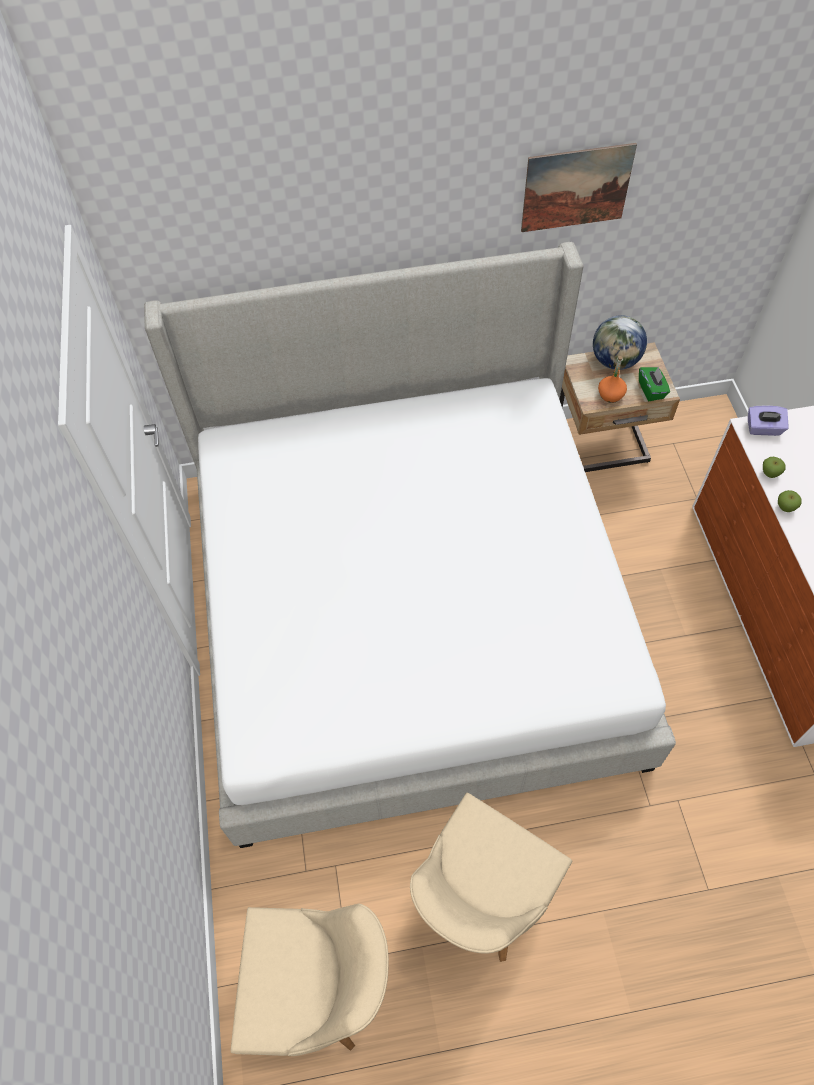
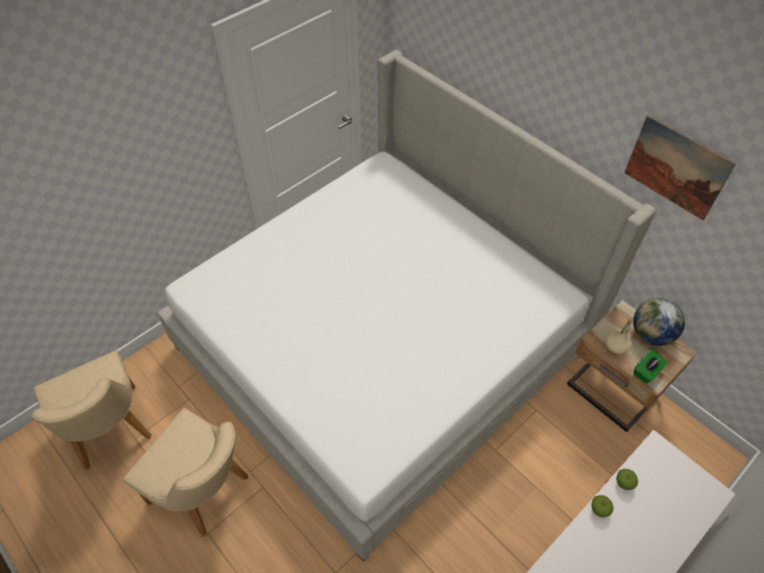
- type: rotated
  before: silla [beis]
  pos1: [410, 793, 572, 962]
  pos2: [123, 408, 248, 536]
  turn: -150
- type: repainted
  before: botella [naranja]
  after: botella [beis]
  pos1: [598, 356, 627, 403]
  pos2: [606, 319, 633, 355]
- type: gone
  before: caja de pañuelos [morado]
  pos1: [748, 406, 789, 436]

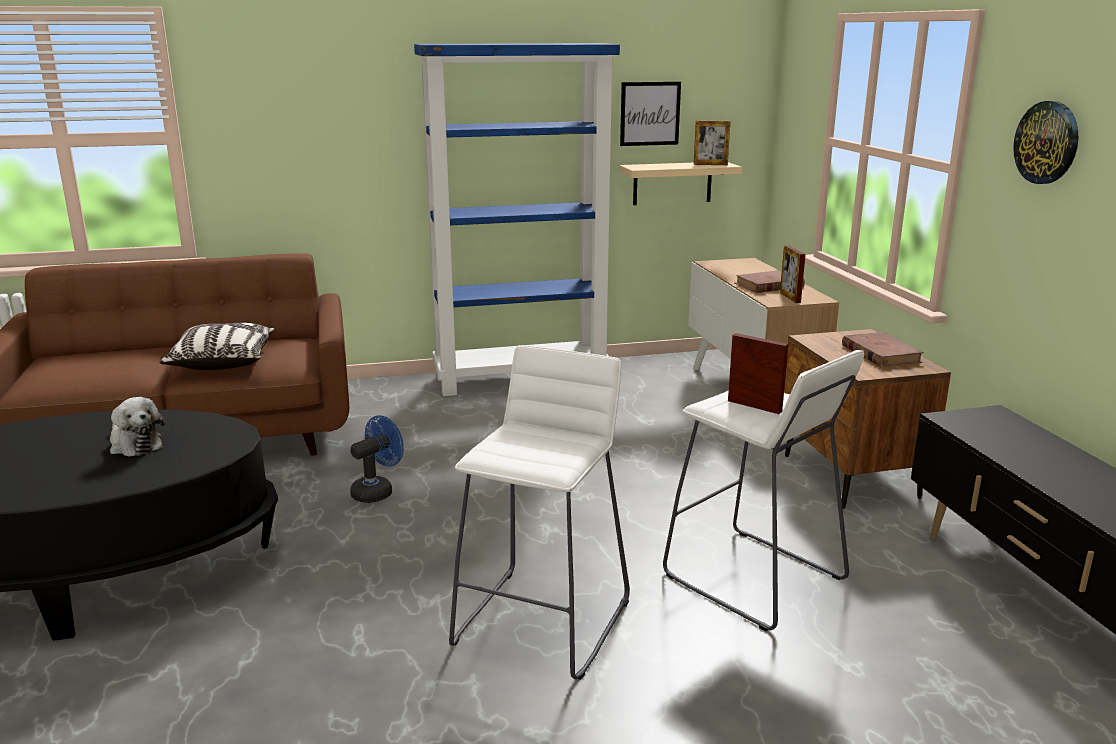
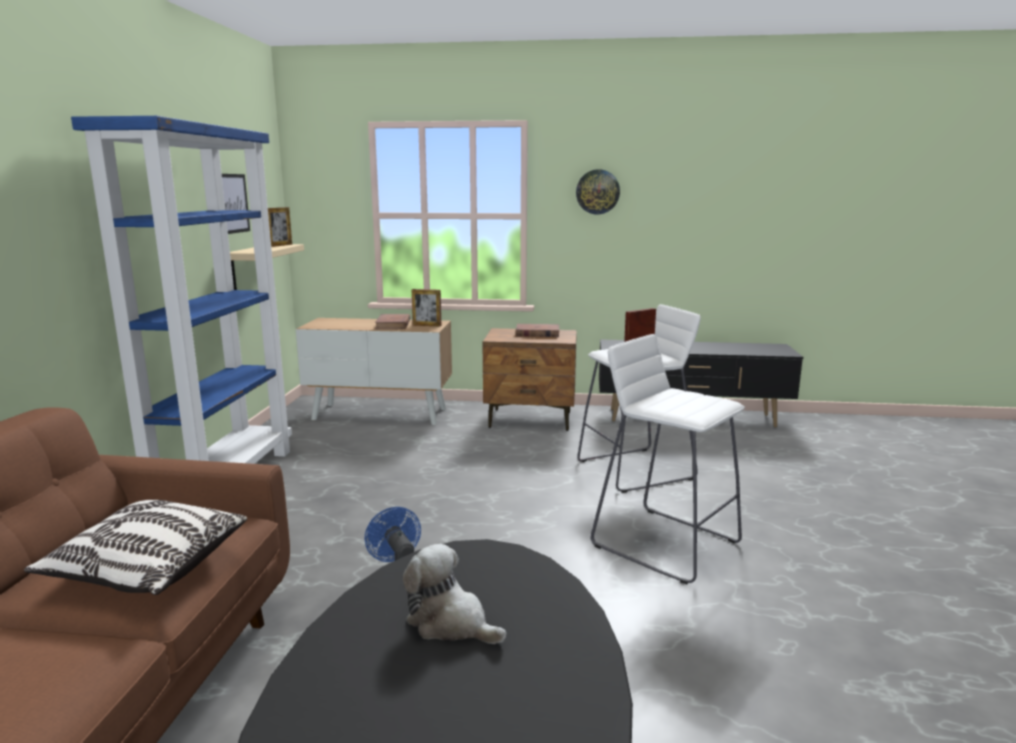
- type: rotated
  before: peluche
  pos1: [110, 397, 165, 456]
  pos2: [403, 544, 507, 644]
  turn: -120

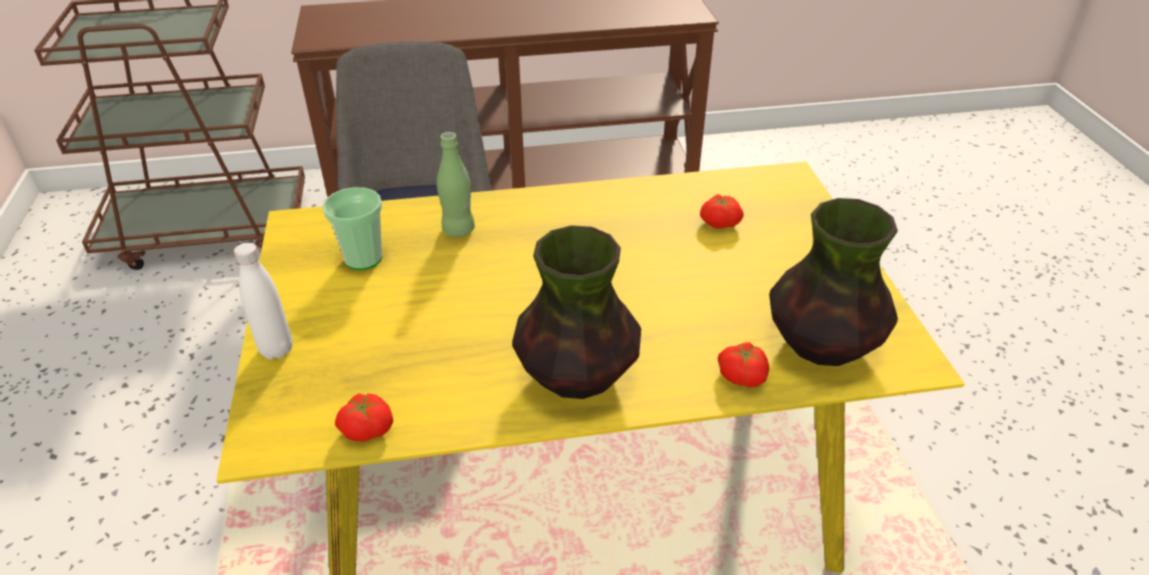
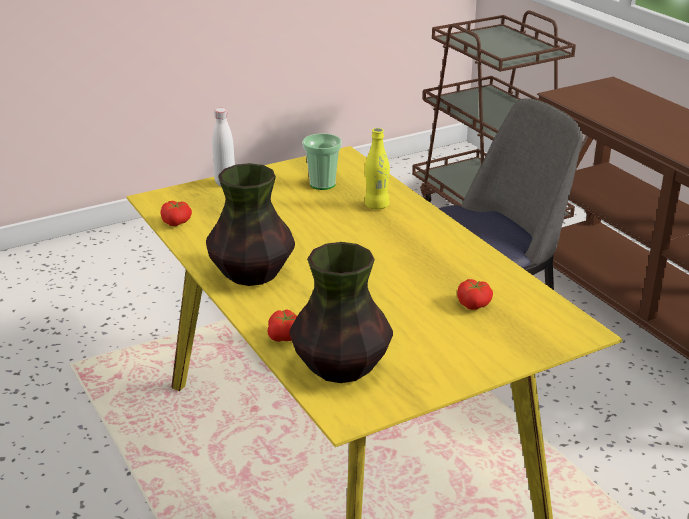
- type: repainted
  before: botella [verde]
  after: botella [amarillo]
  pos1: [437, 132, 475, 237]
  pos2: [365, 128, 390, 210]

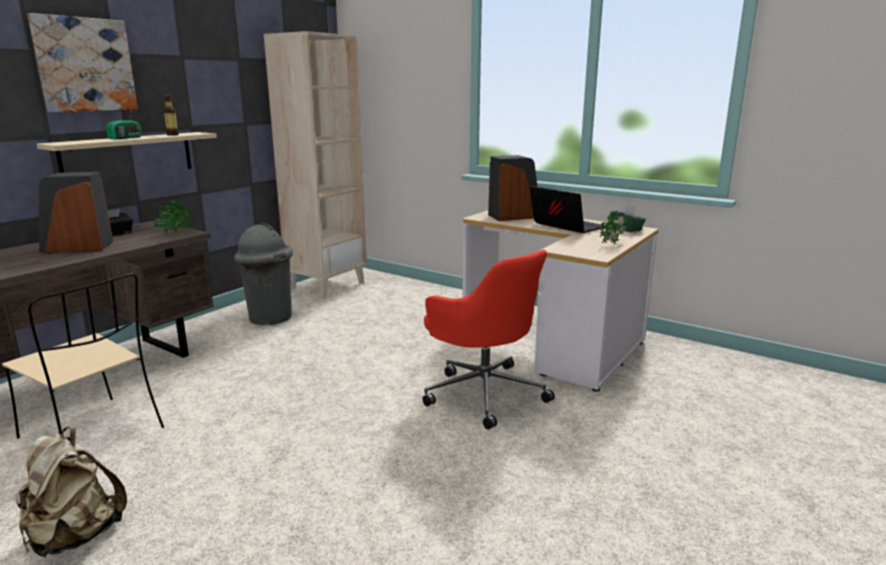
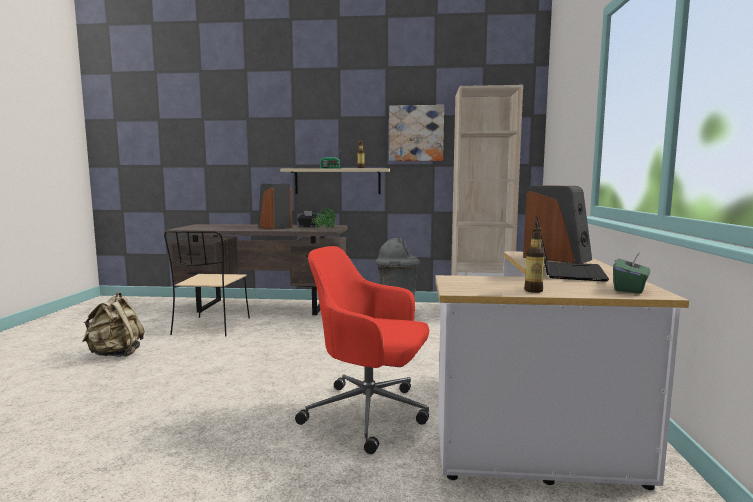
- type: rotated
  before: silla de oficina [rojo]
  pos1: [422, 250, 555, 429]
  pos2: [295, 246, 429, 454]
  turn: 90
- type: shifted
  before: cuadro
  pos1: [27, 13, 138, 112]
  pos2: [389, 105, 444, 161]
- type: swapped
  before: planta en maceta
  after: botella
  pos1: [599, 211, 628, 245]
  pos2: [524, 227, 545, 293]

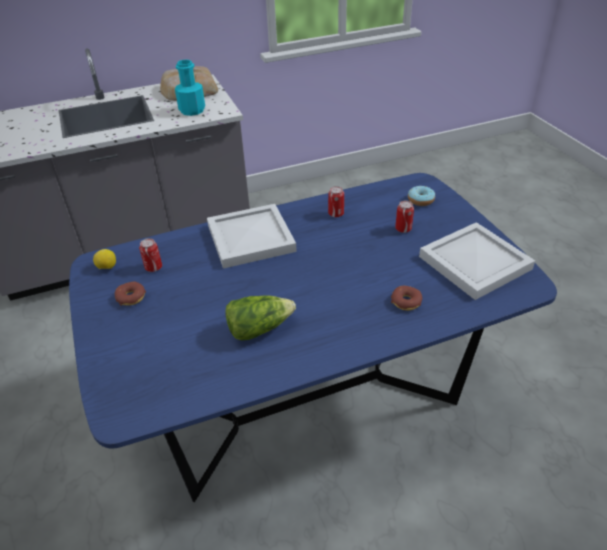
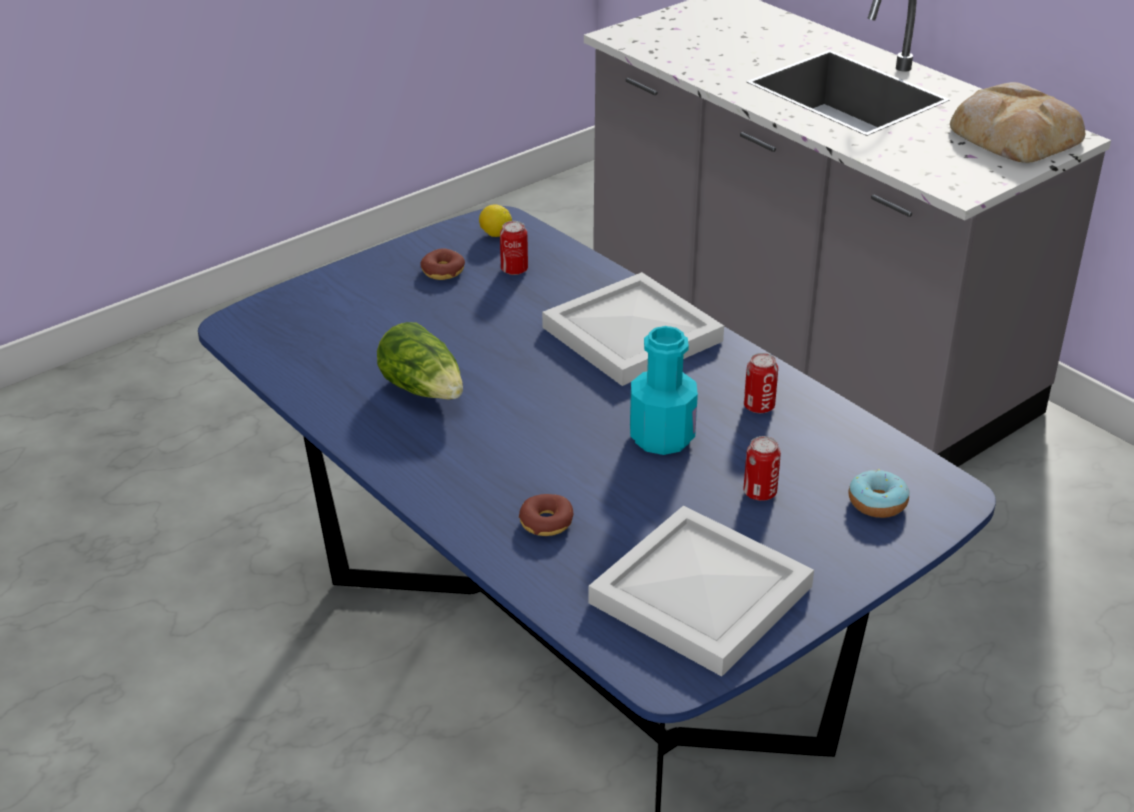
- type: shifted
  before: botella [turquesa]
  pos1: [175, 60, 205, 116]
  pos2: [630, 326, 698, 455]

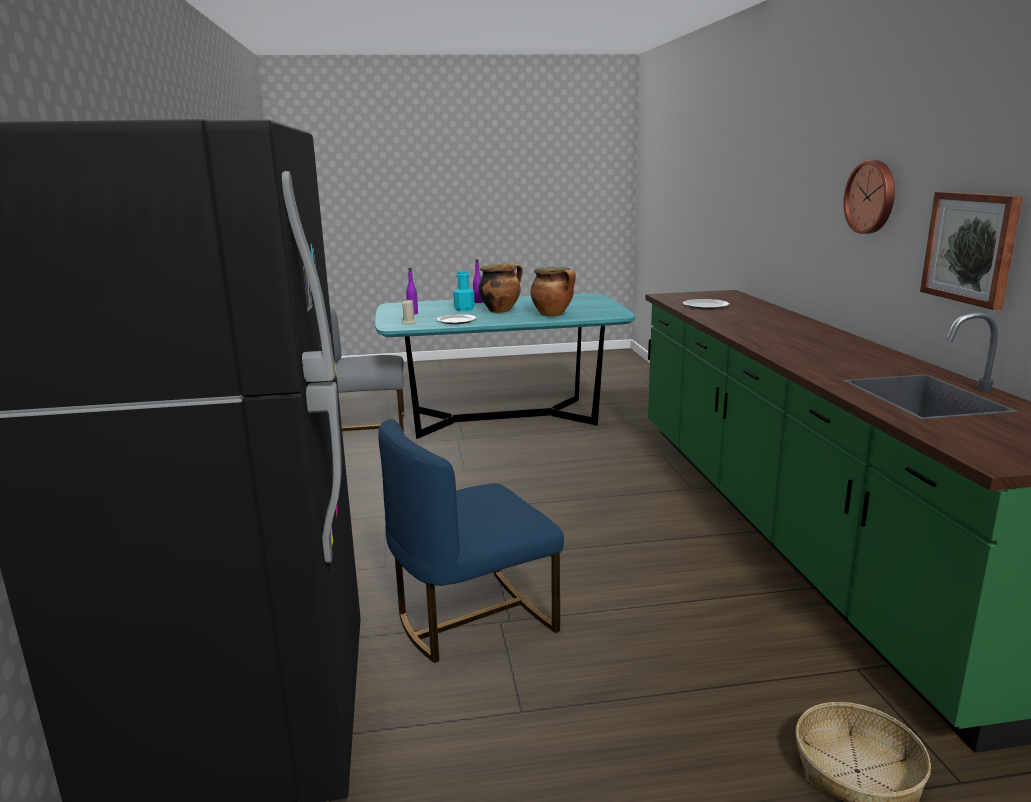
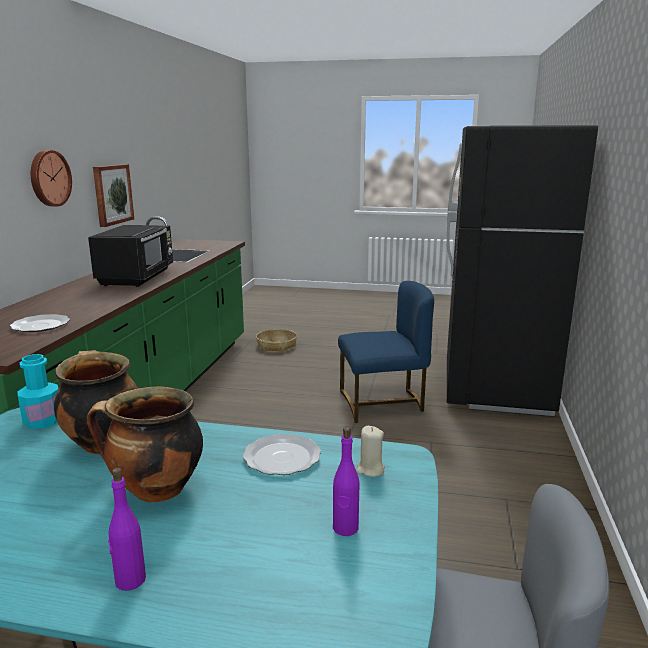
- type: shifted
  before: botella [turquesa]
  pos1: [453, 271, 475, 311]
  pos2: [18, 354, 58, 429]
- type: new
  after: microondas [negro]
  pos2: [88, 225, 173, 287]

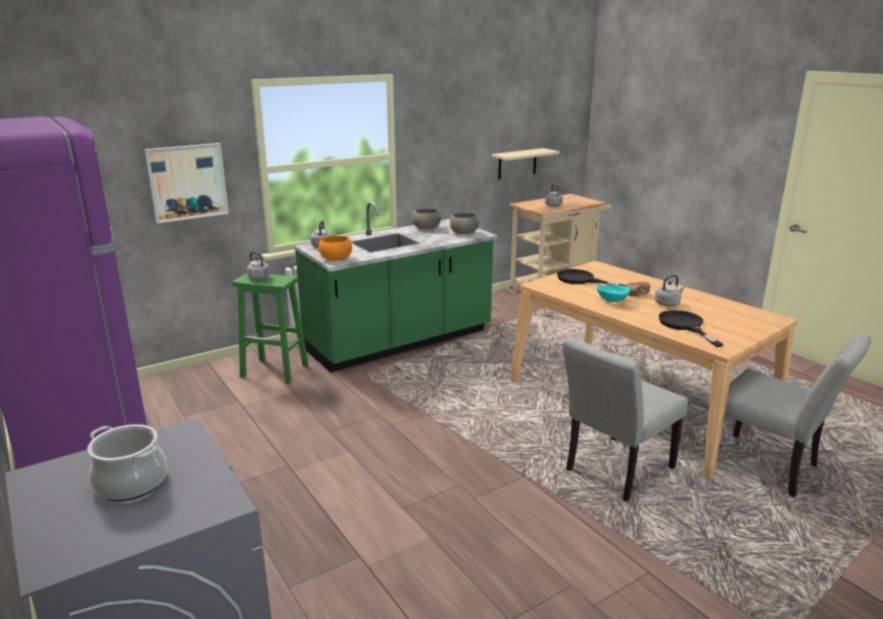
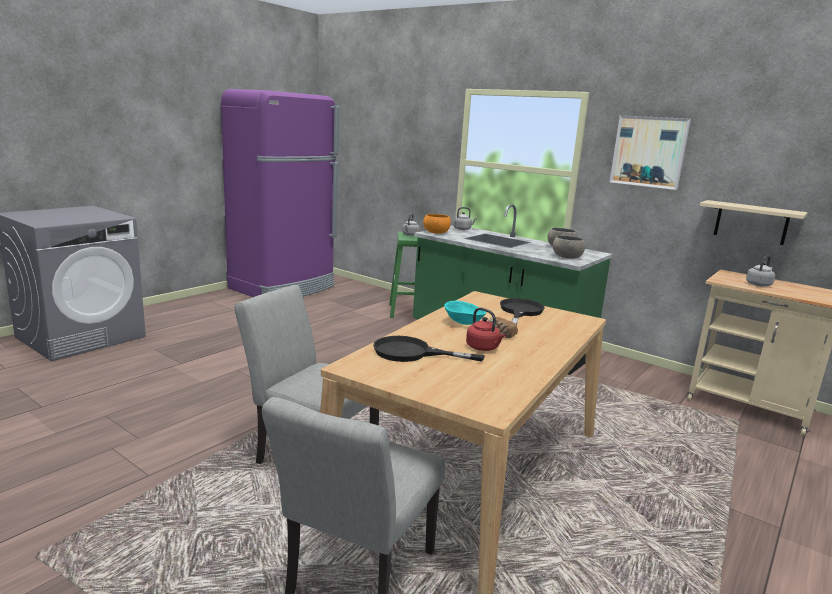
- type: rotated
  before: sartén [negro]
  pos1: [658, 310, 724, 347]
  pos2: [373, 336, 485, 362]
  turn: -135
- type: repainted
  before: hervidor [gris]
  after: hervidor [rojo]
  pos1: [655, 275, 685, 306]
  pos2: [466, 307, 506, 351]
- type: shifted
  before: cuadro
  pos1: [144, 143, 229, 224]
  pos2: [610, 115, 691, 190]
- type: gone
  before: olla
  pos1: [87, 424, 167, 501]

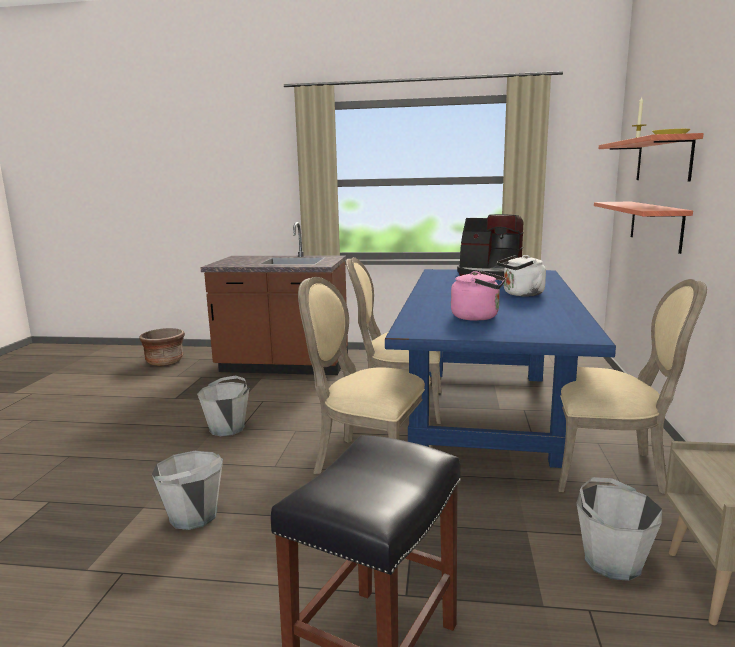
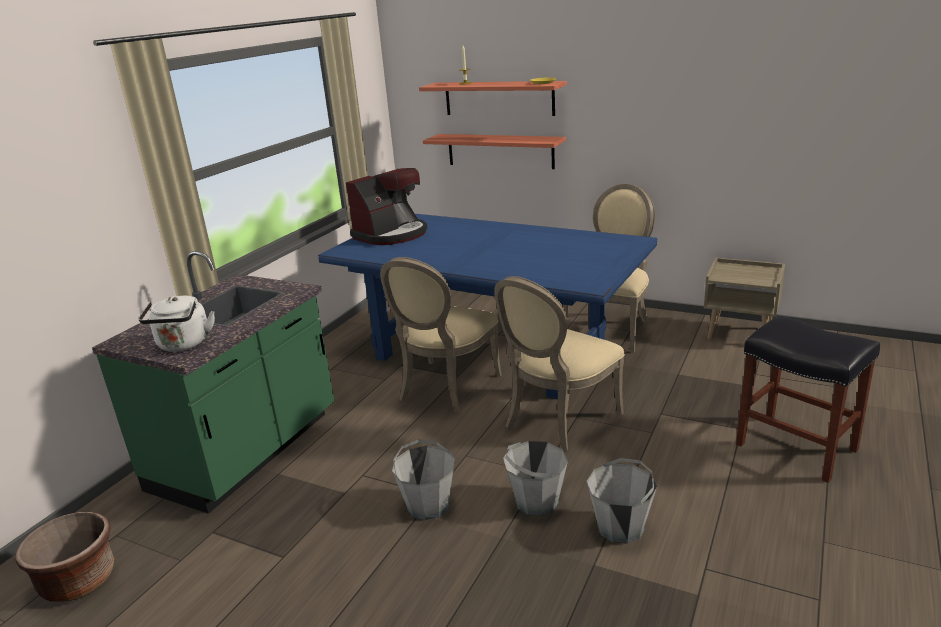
- type: repainted
  before: mueble bajo de cocina [marrón]
  after: mueble bajo de cocina [verde]
  pos1: [200, 222, 348, 375]
  pos2: [92, 251, 334, 514]
- type: shifted
  before: hervidor [blanco]
  pos1: [497, 255, 546, 296]
  pos2: [138, 296, 215, 352]
- type: shifted
  before: cubo [gris]
  pos1: [576, 477, 662, 581]
  pos2: [503, 441, 568, 516]
- type: gone
  before: hervidor [rosa]
  pos1: [451, 271, 506, 321]

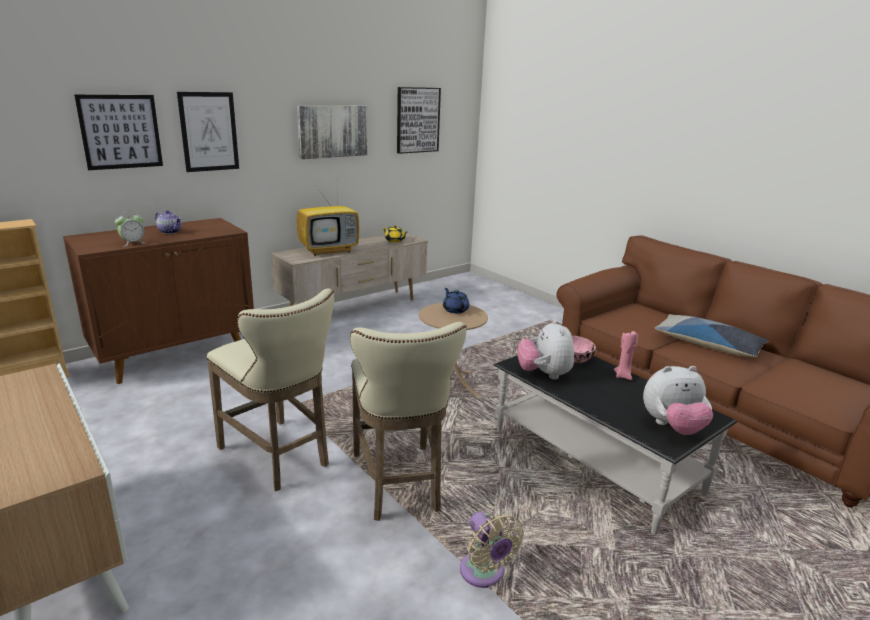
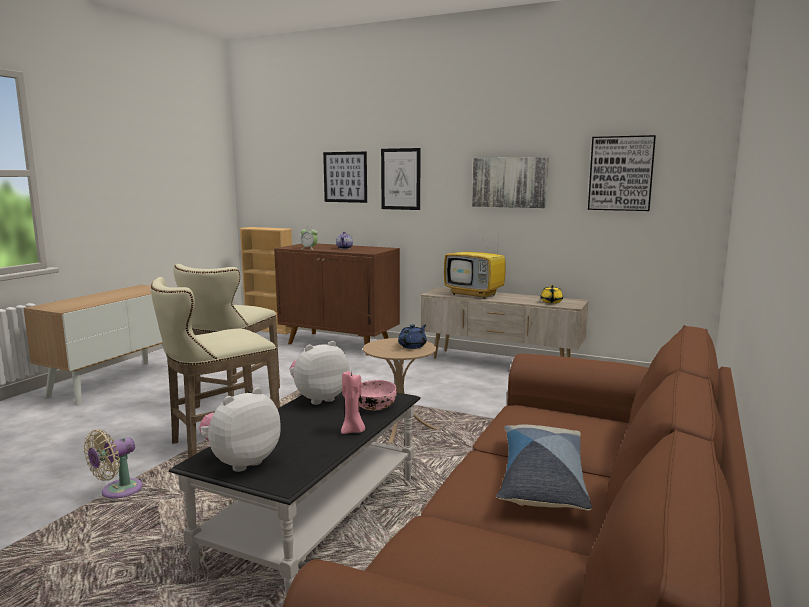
- type: rotated
  before: peluche
  pos1: [643, 366, 713, 435]
  pos2: [199, 387, 281, 472]
  turn: 75

